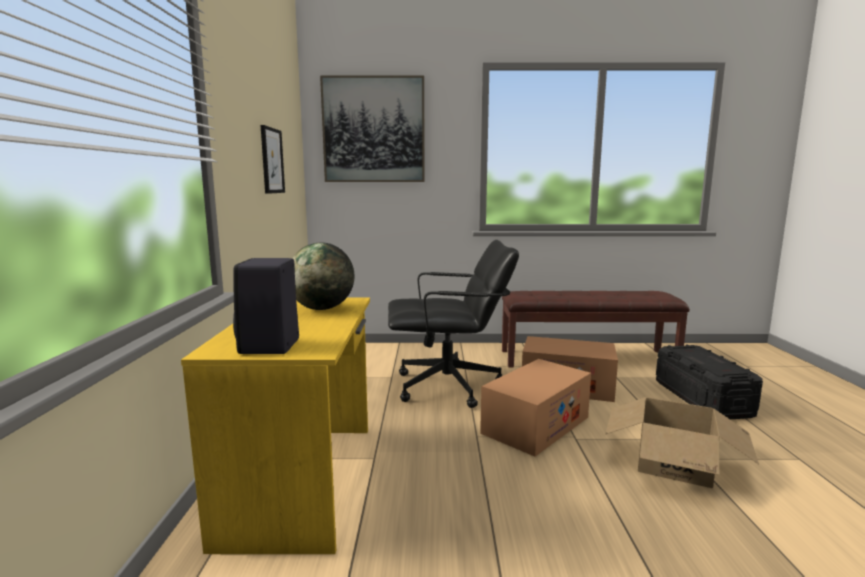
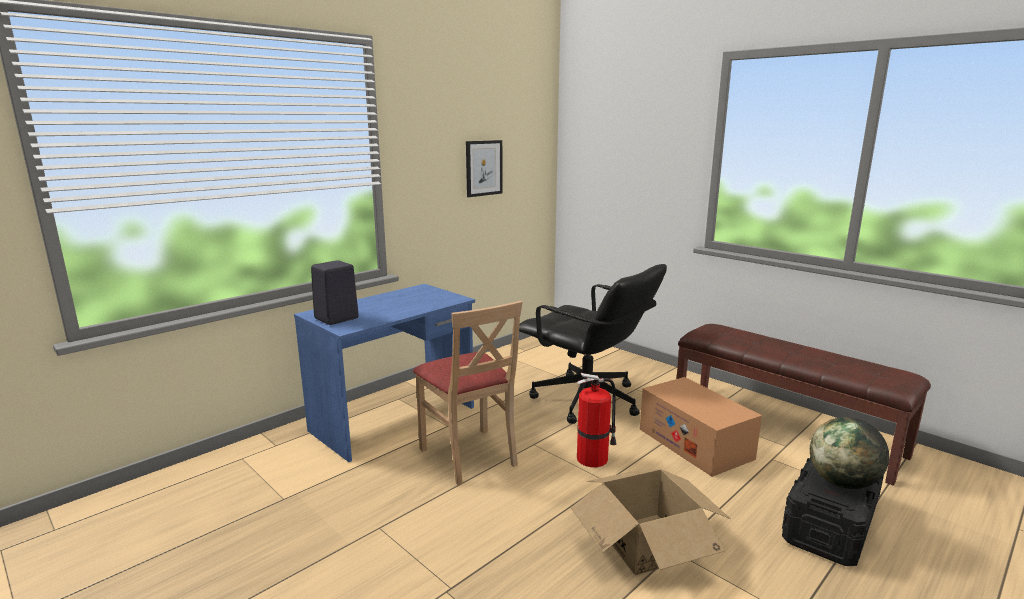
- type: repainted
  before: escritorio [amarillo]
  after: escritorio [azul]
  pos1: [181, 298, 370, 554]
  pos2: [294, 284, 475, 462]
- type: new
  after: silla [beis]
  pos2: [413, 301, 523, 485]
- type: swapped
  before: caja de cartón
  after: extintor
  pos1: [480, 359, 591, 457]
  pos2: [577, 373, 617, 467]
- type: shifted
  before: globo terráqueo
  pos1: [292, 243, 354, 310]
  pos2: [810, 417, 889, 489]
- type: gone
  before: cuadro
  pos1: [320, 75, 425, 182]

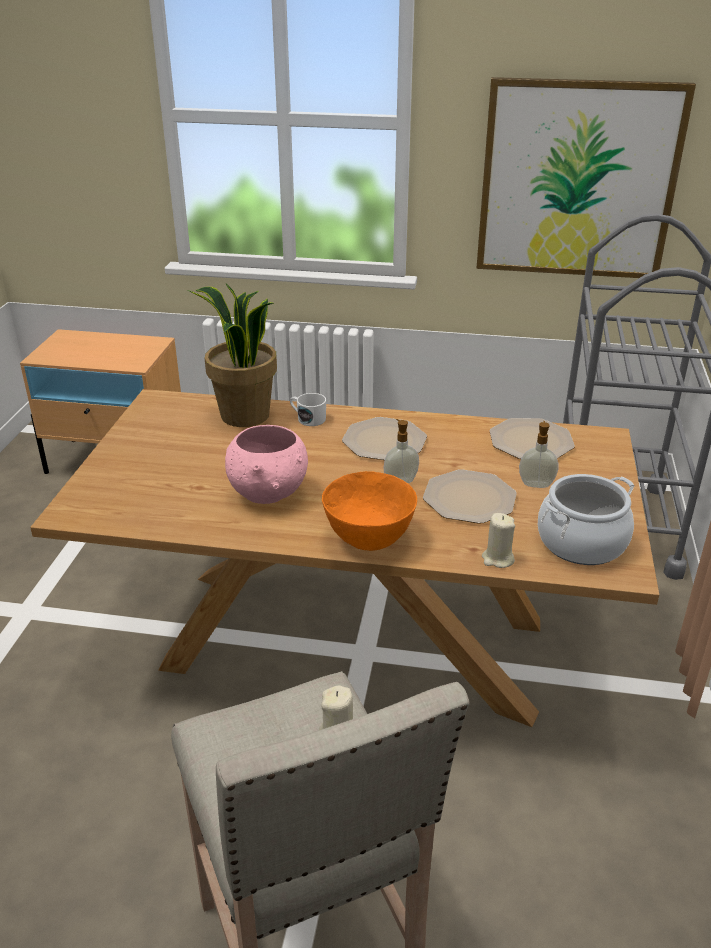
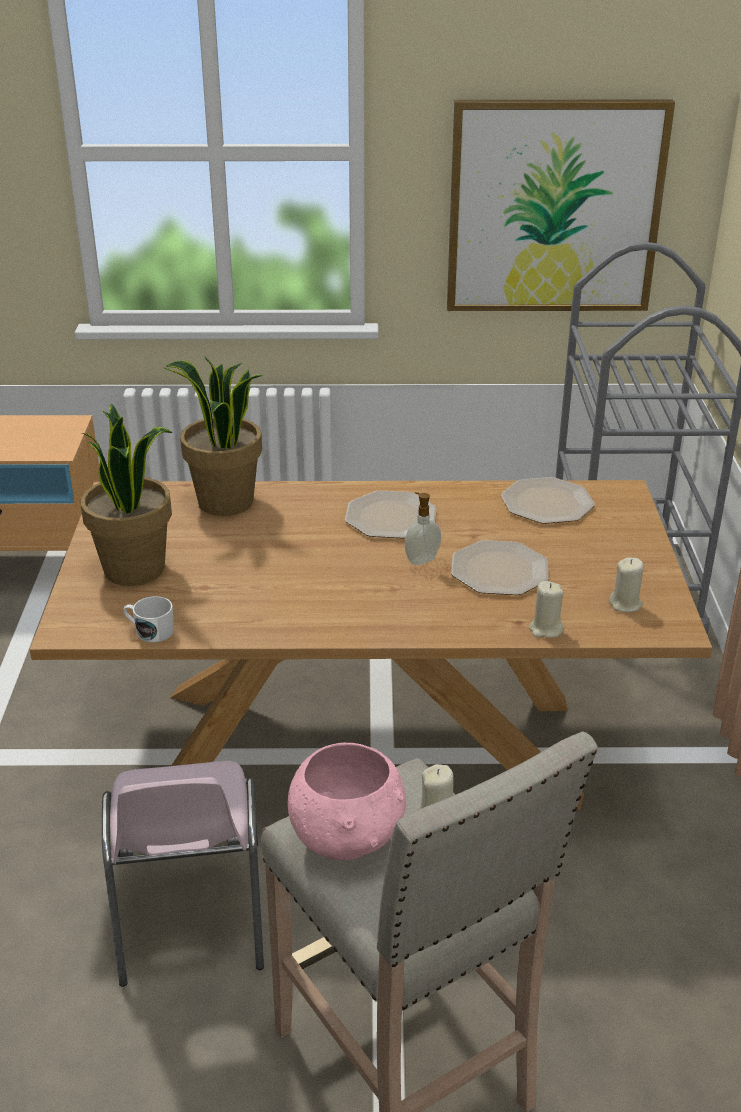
- type: new
  after: planta en maceta
  pos2: [81, 403, 172, 586]
- type: new
  after: silla [rosa]
  pos2: [102, 761, 264, 987]
- type: shifted
  before: taza grande [blanco]
  pos1: [290, 393, 326, 426]
  pos2: [123, 596, 174, 643]
- type: shifted
  before: cuenco [rosa]
  pos1: [225, 425, 308, 504]
  pos2: [288, 743, 406, 861]
- type: swapped
  before: olla
  after: vela [beis]
  pos1: [538, 474, 634, 565]
  pos2: [609, 557, 644, 612]
- type: gone
  before: cuenco [naranja]
  pos1: [322, 471, 417, 551]
- type: gone
  before: dispensador de jabón
  pos1: [519, 421, 558, 488]

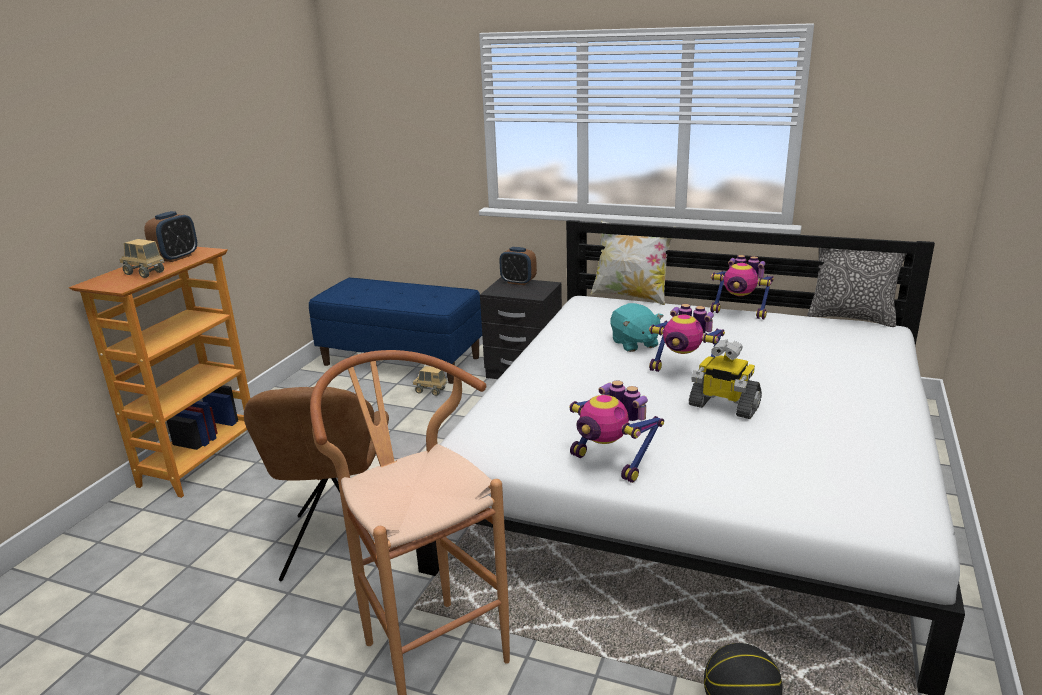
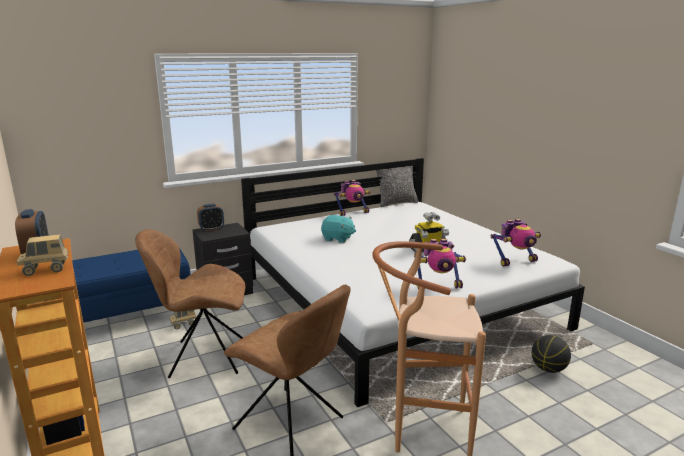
- type: new
  after: silla [marrón]
  pos2: [135, 229, 245, 378]
- type: shifted
  before: robot de juguete
  pos1: [649, 304, 725, 372]
  pos2: [491, 219, 541, 267]
- type: gone
  before: cojín
  pos1: [591, 221, 676, 305]

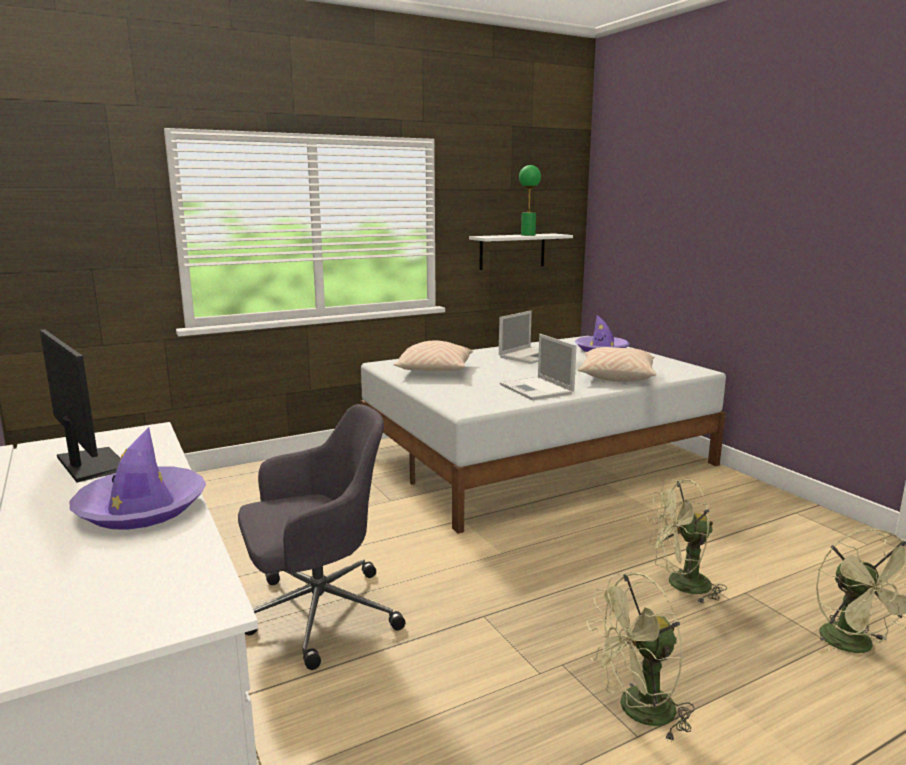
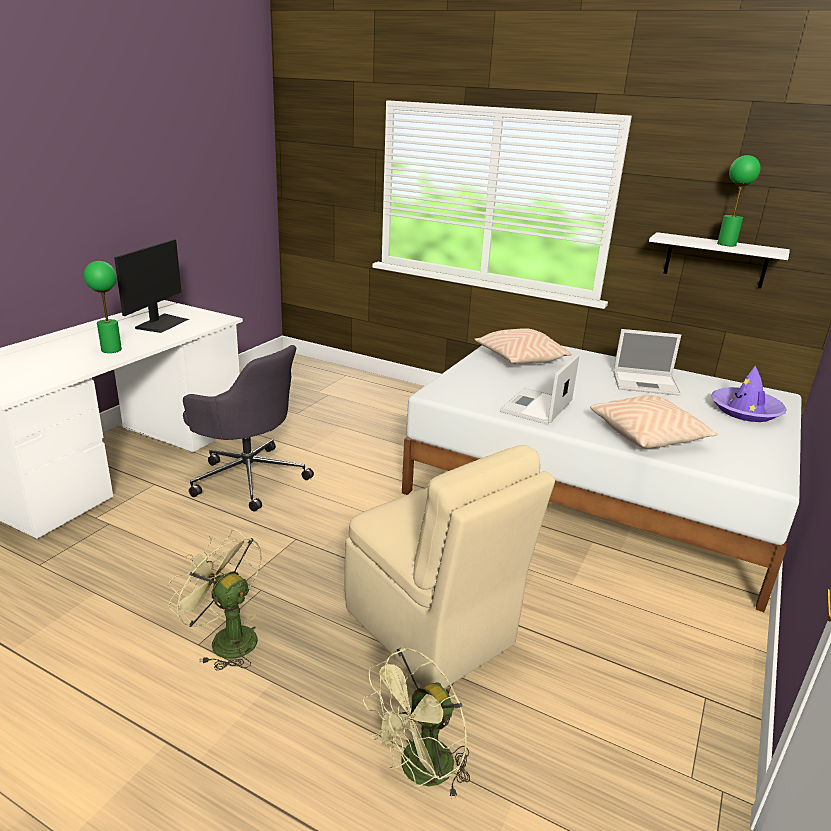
- type: swapped
  before: sombrero [morado]
  after: lámpara de mesa [verde]
  pos1: [70, 427, 206, 529]
  pos2: [84, 261, 122, 353]
- type: swapped
  before: ventilador [verde]
  after: silla [beis]
  pos1: [647, 479, 727, 604]
  pos2: [344, 445, 555, 688]

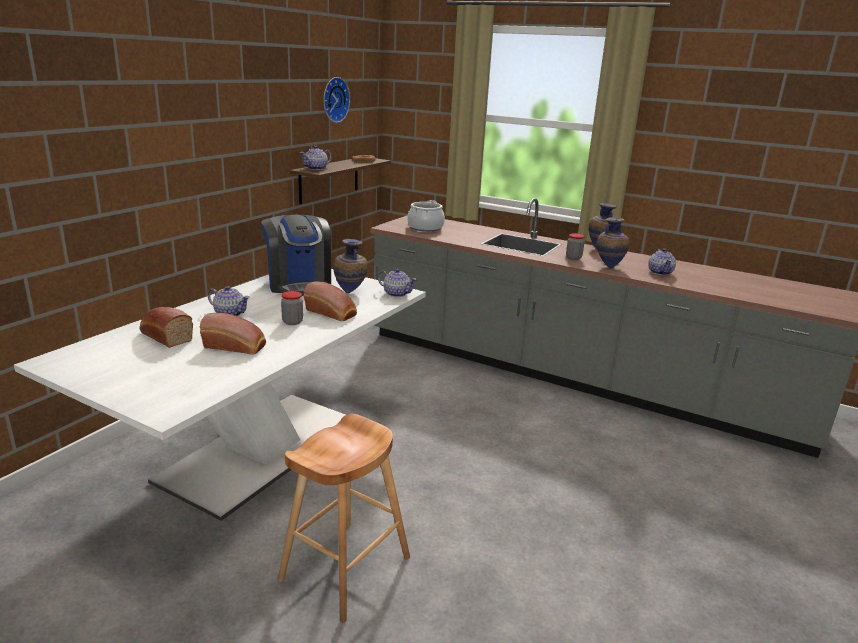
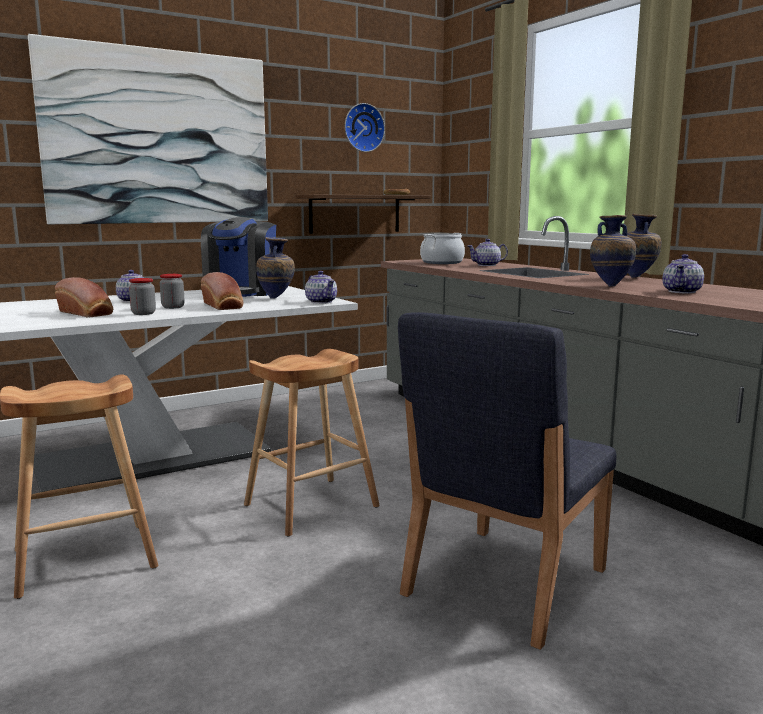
- type: new
  after: cuadro
  pos2: [28, 34, 268, 224]
- type: shifted
  before: tarro
  pos1: [566, 233, 585, 260]
  pos2: [129, 278, 156, 315]
- type: new
  after: taburete [marrón]
  pos2: [244, 349, 380, 536]
- type: new
  after: silla [azul]
  pos2: [398, 312, 617, 650]
- type: shifted
  before: tetera
  pos1: [300, 146, 332, 170]
  pos2: [468, 239, 508, 266]
- type: gone
  before: pan
  pos1: [139, 307, 193, 348]

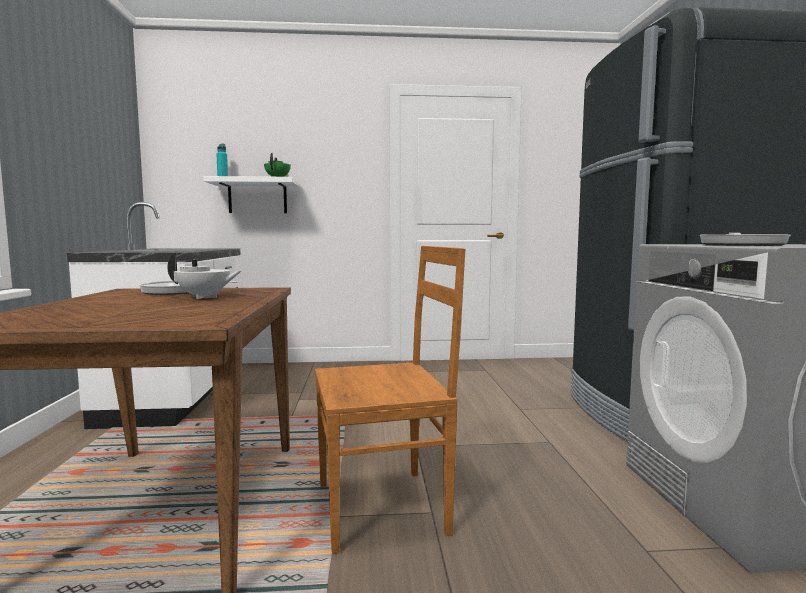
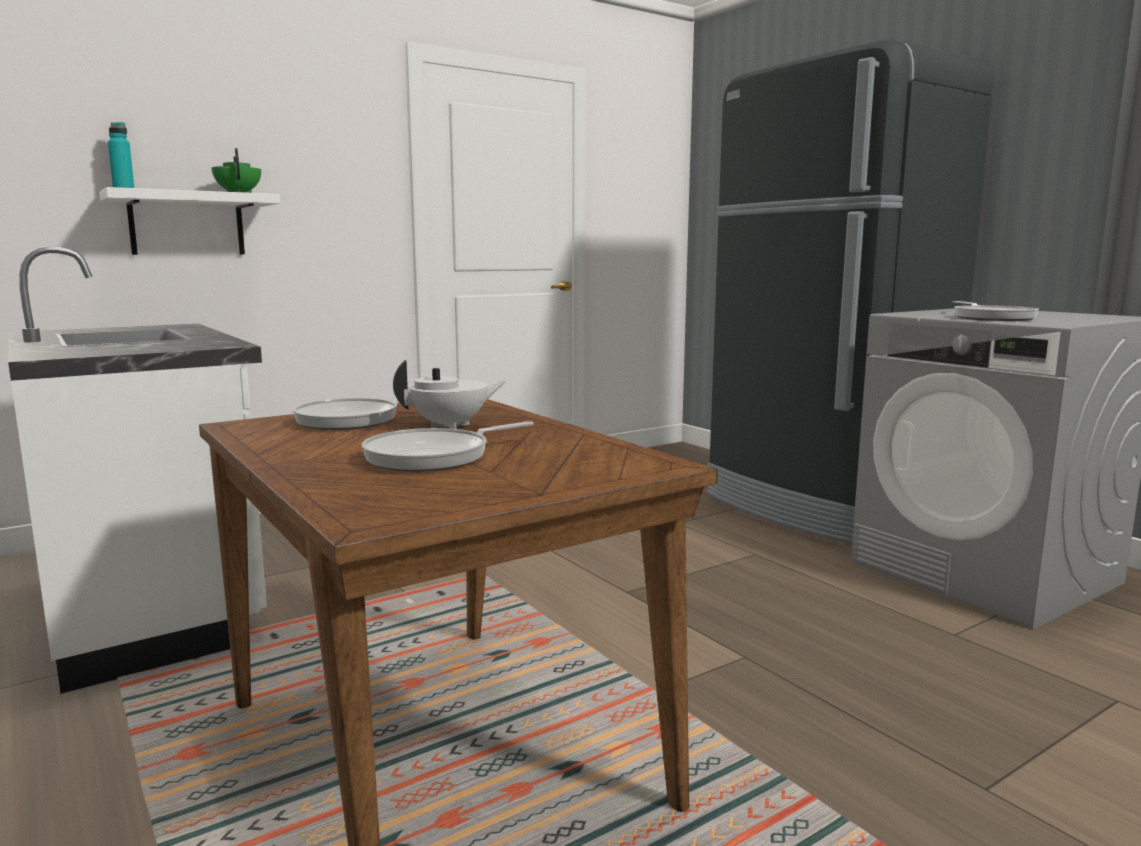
- type: new
  after: sartén
  pos2: [361, 421, 533, 472]
- type: gone
  before: silla [marrón]
  pos1: [315, 246, 466, 554]

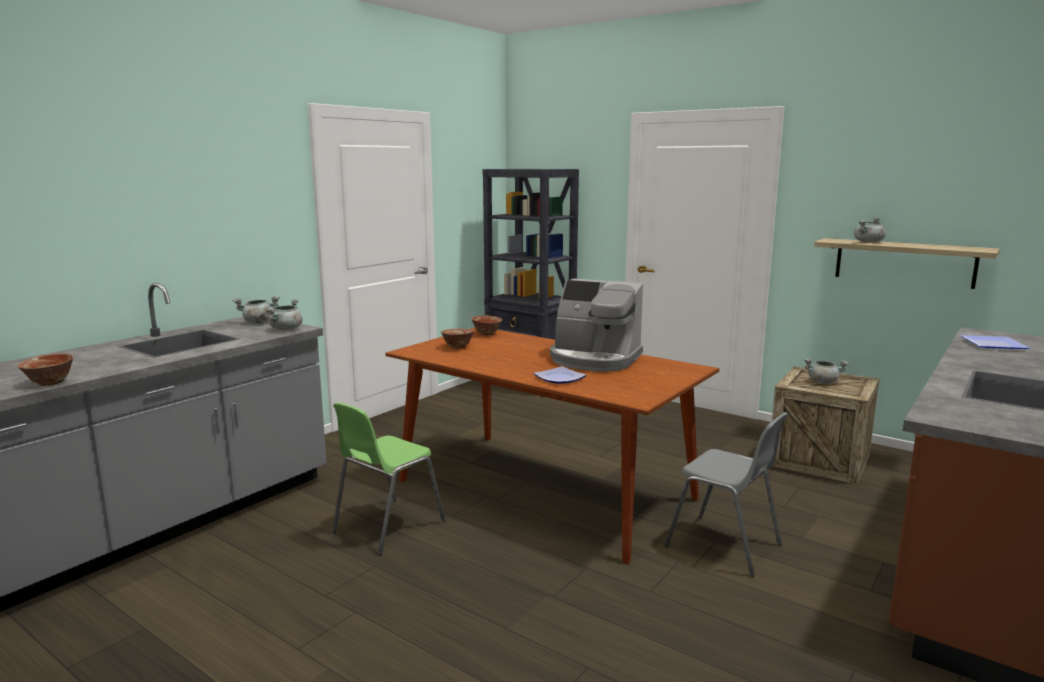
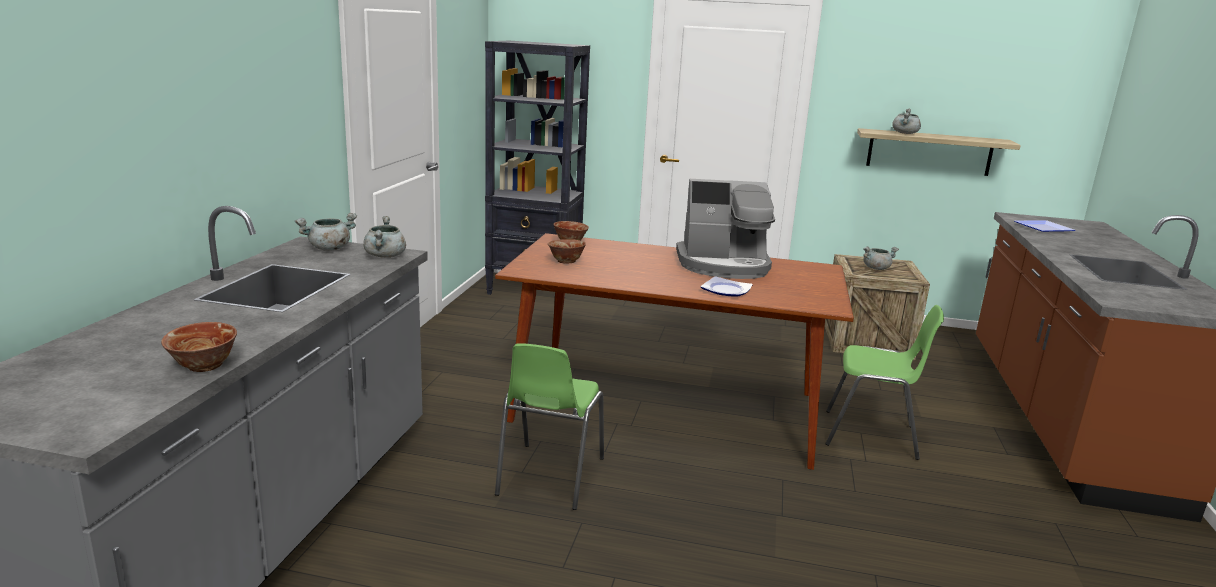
- type: repainted
  before: silla [gris]
  after: silla [verde]
  pos1: [665, 412, 788, 577]
  pos2: [825, 305, 944, 460]

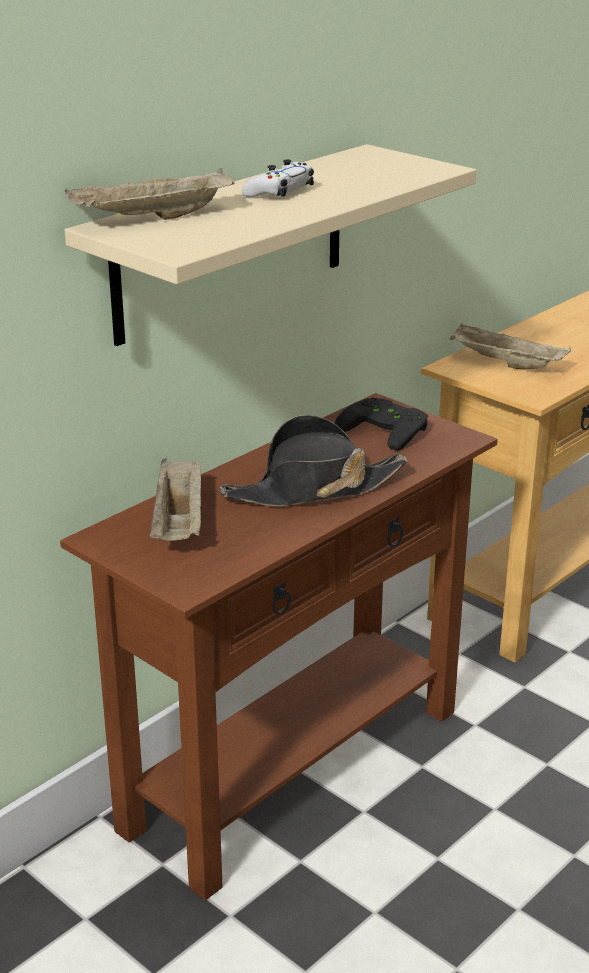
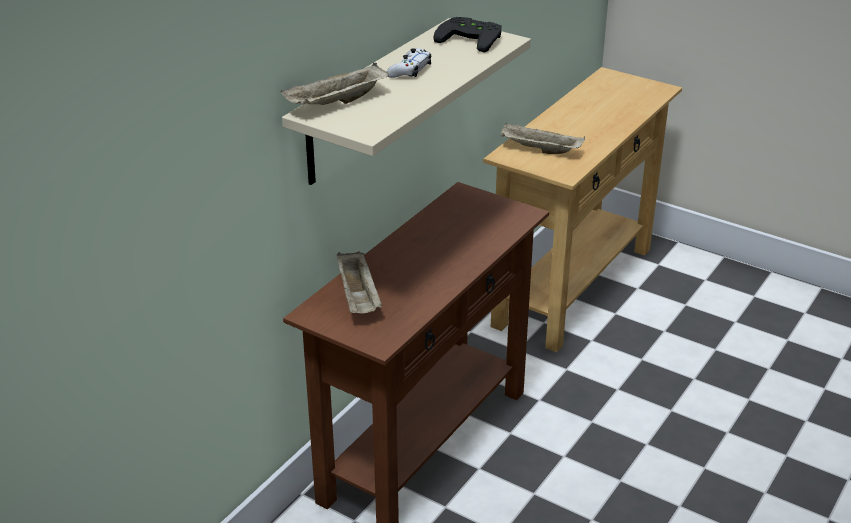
- type: shifted
  before: mando de consola [negro]
  pos1: [335, 397, 428, 451]
  pos2: [433, 17, 502, 53]
- type: gone
  before: sombrero [negro]
  pos1: [219, 415, 408, 506]

